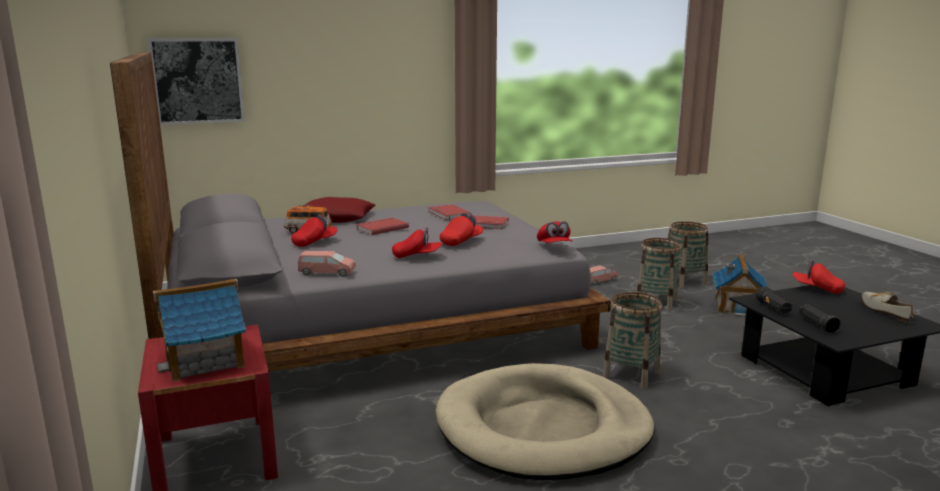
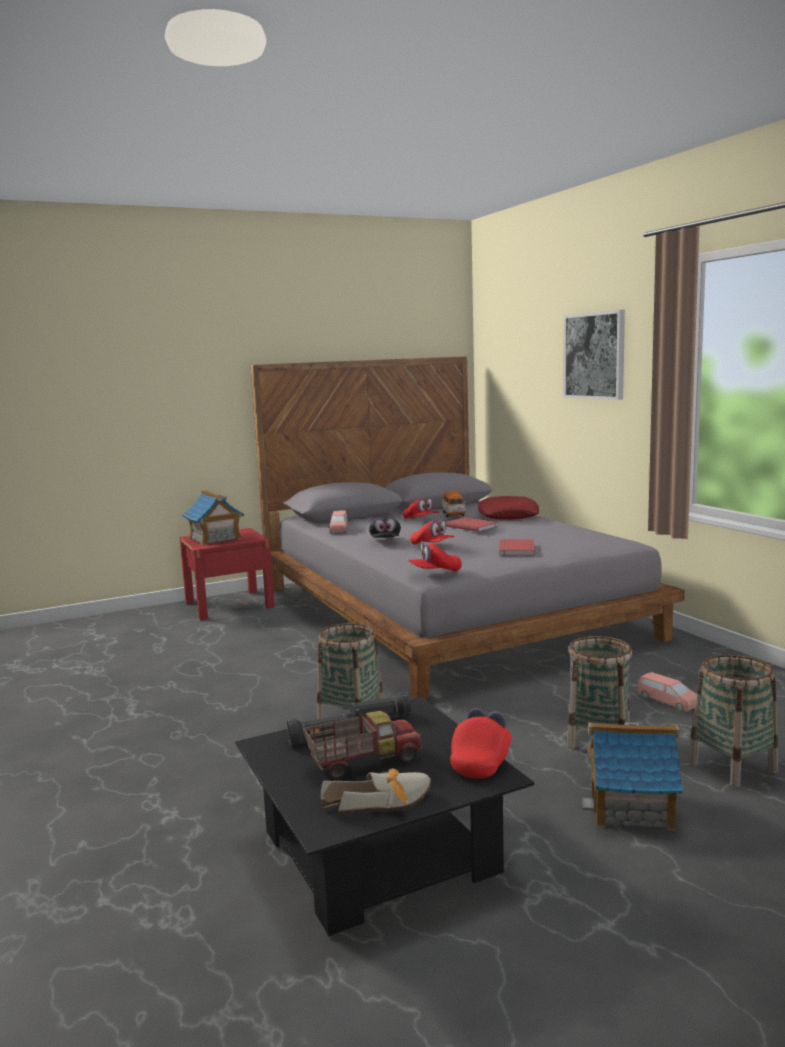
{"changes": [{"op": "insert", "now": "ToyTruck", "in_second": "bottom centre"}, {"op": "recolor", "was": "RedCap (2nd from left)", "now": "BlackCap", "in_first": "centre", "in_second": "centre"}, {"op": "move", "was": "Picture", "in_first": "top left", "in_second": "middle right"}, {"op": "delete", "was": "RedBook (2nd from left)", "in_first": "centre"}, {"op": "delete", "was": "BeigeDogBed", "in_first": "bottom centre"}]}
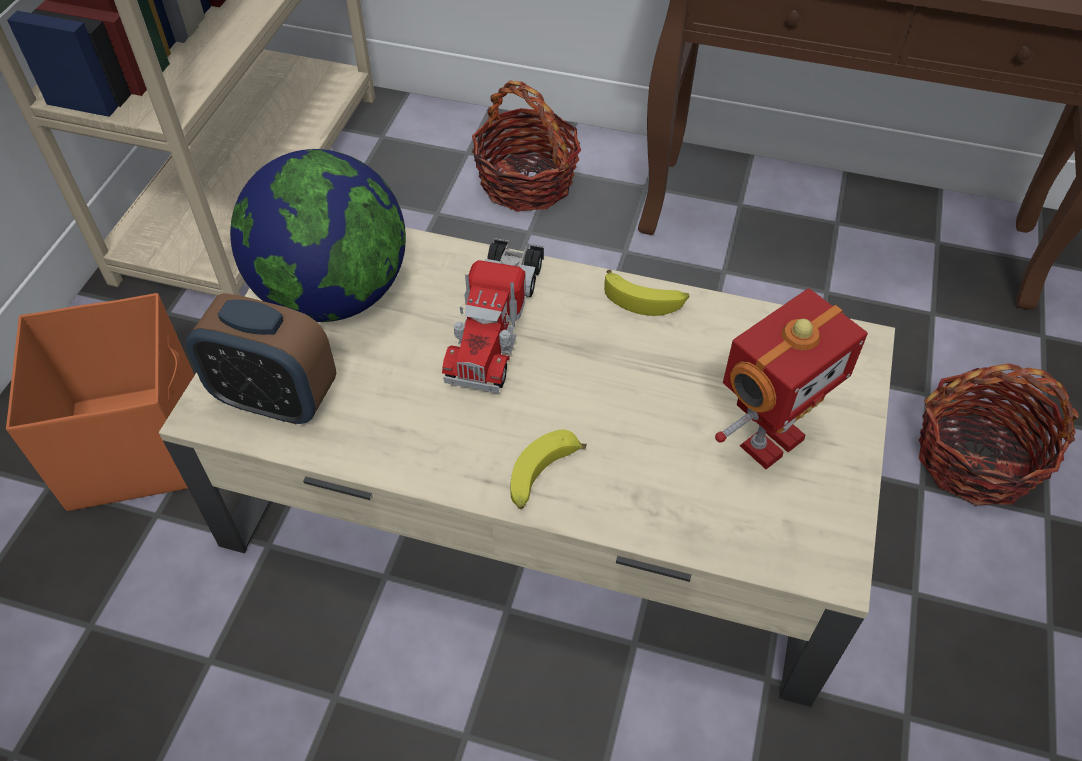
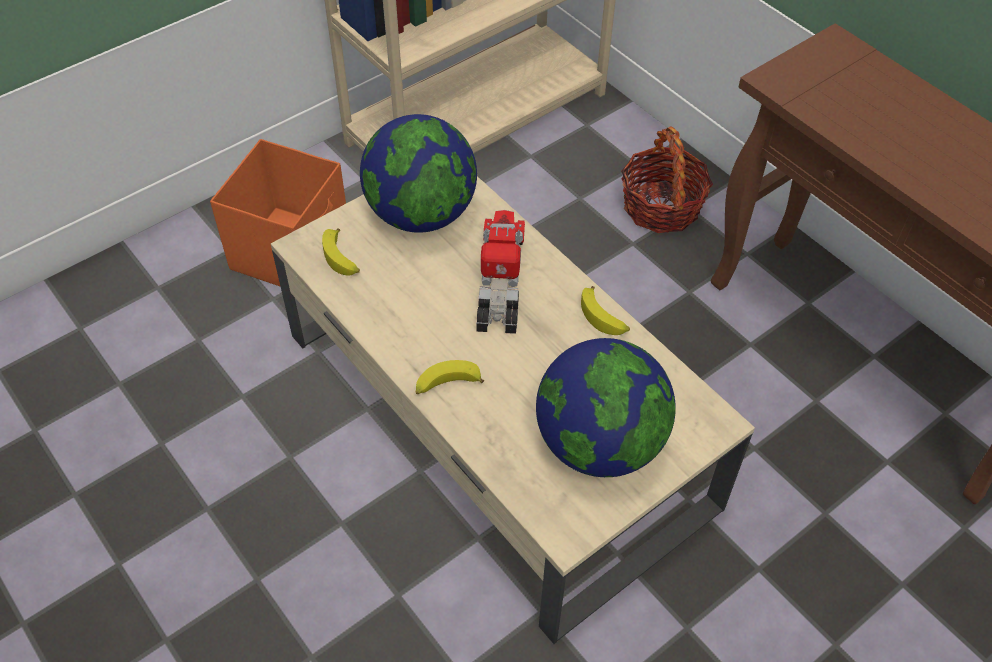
{"changes": [{"op": "replace", "was": "AlarmClock", "now": "Banana (1st from left)", "in_first": "middle left", "in_second": "centre"}, {"op": "rotate", "was": "ToyTruck", "in_first": "centre", "in_second": "centre", "clockwise": 135}, {"op": "replace", "was": "ToyRobot", "now": "Globe (2nd from left)", "in_first": "middle right", "in_second": "centre"}, {"op": "delete", "was": "Basket (2nd from left)", "in_first": "middle right"}]}
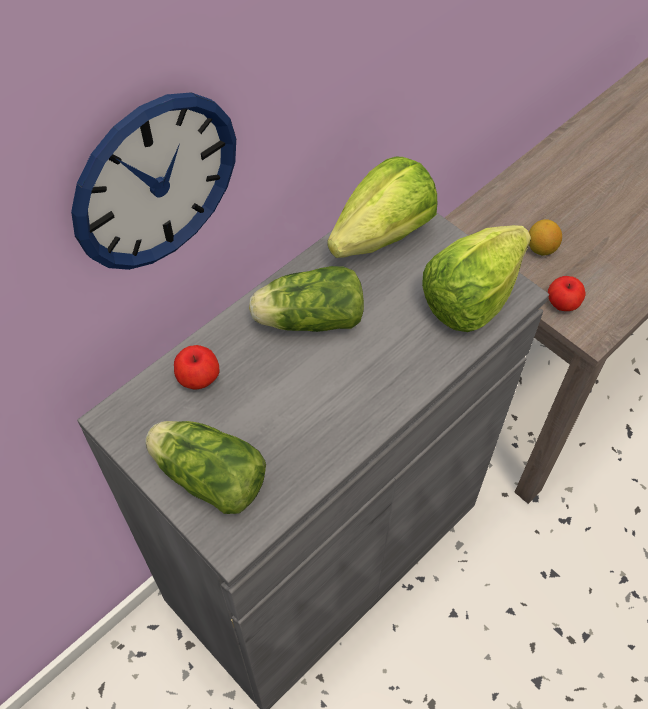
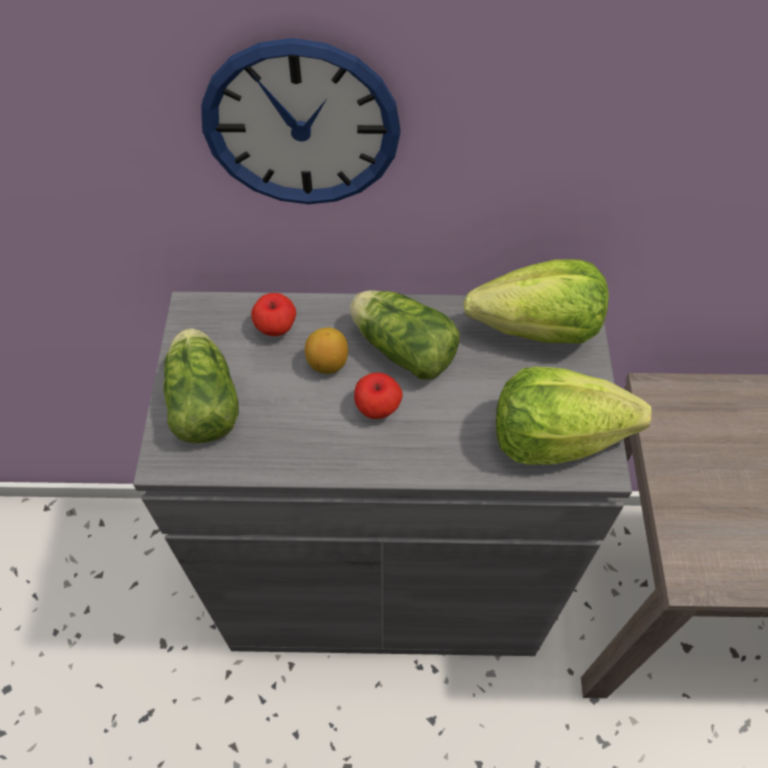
{"changes": [{"op": "move", "was": "Lemon", "in_first": "middle right", "in_second": "centre"}, {"op": "move", "was": "Apple (2nd from left)", "in_first": "middle right", "in_second": "centre"}]}
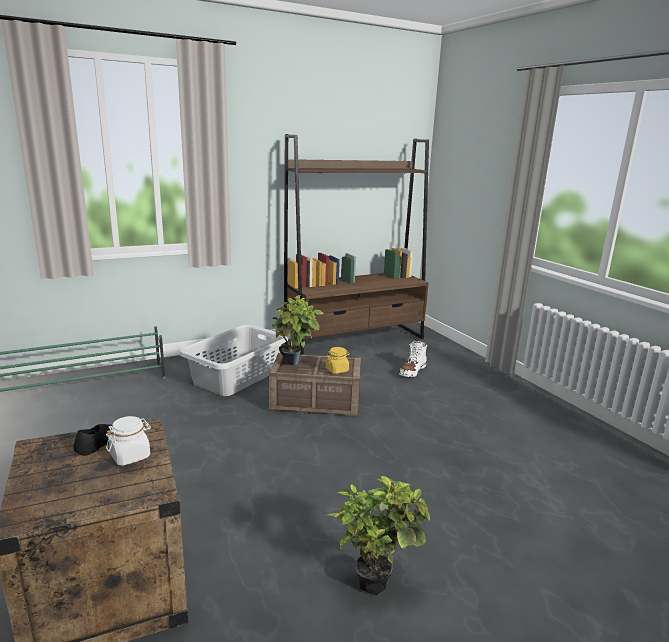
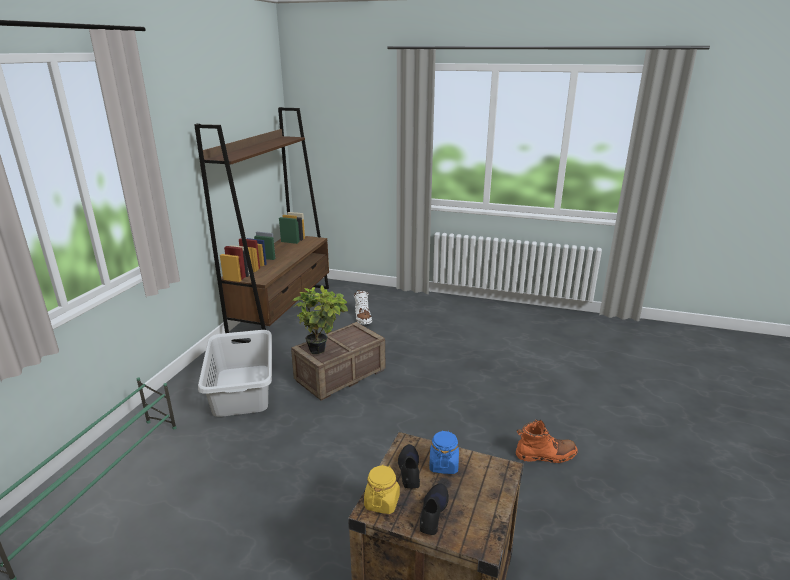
{"changes": [{"op": "move", "was": "YellowJar", "in_first": "centre", "in_second": "bottom centre"}, {"op": "insert", "now": "BlackShoe (2nd from left)", "in_second": "bottom centre"}, {"op": "recolor", "was": "WhiteJar", "now": "BlueJar", "in_first": "bottom left", "in_second": "bottom centre"}, {"op": "replace", "was": "PottedPlant (2nd from left)", "now": "OrangeBoot", "in_first": "bottom centre", "in_second": "bottom right"}]}
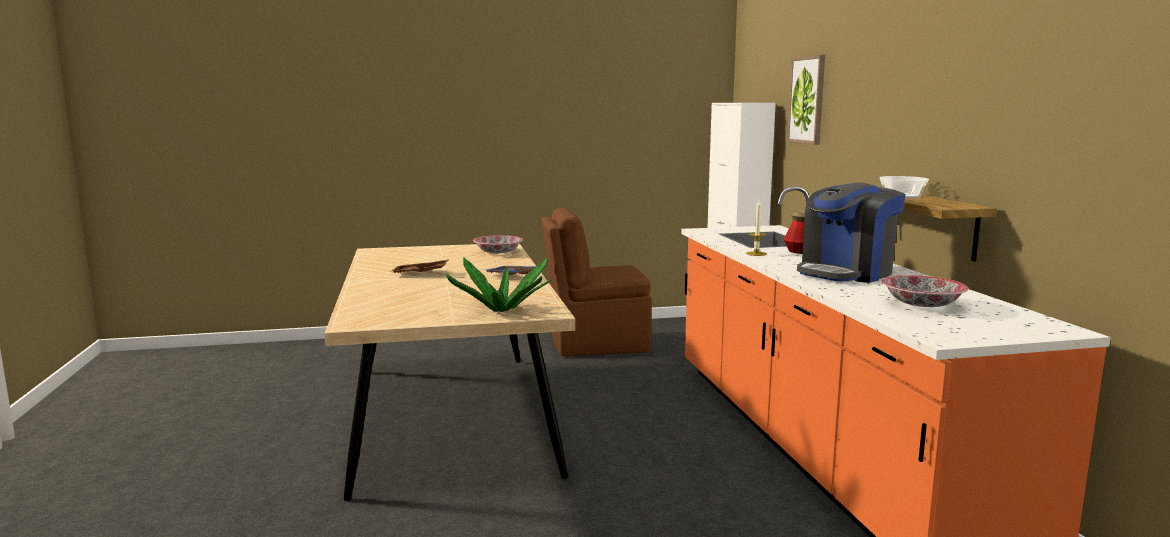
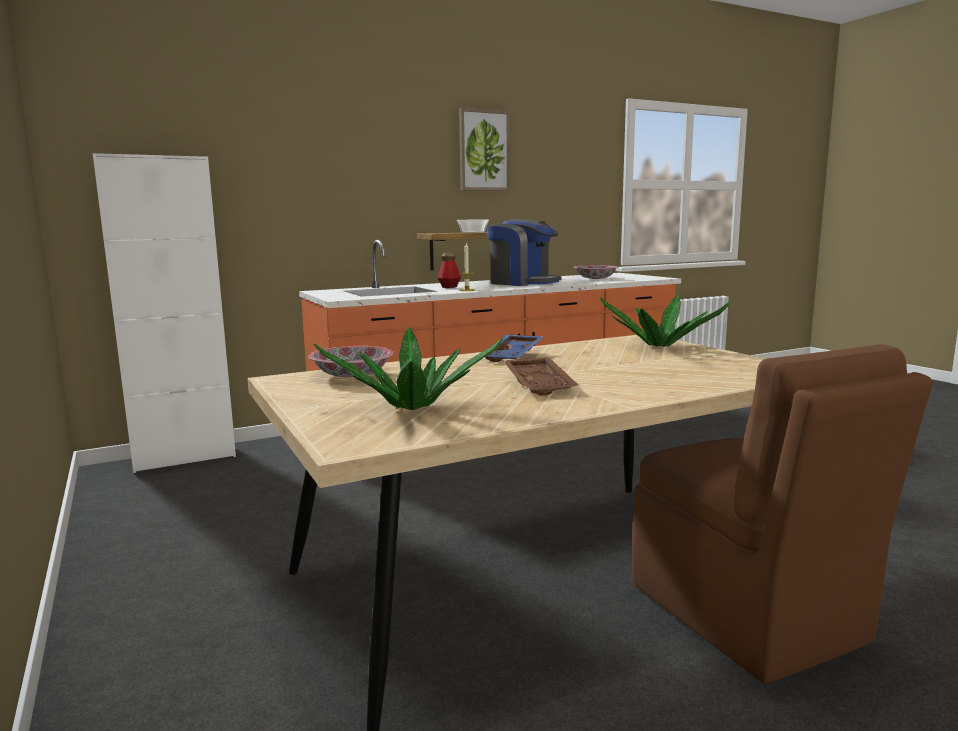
{"changes": [{"op": "insert", "now": "PottedPlant (1st from left)", "in_second": "centre"}, {"op": "move", "was": "Picture", "in_first": "top right", "in_second": "top centre"}, {"op": "move", "was": "BrownChair", "in_first": "centre", "in_second": "bottom right"}]}
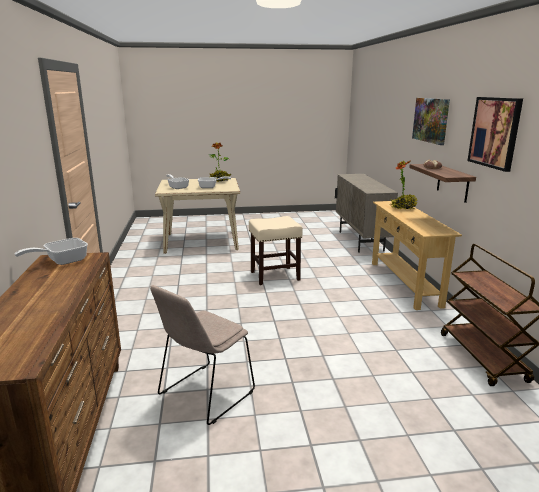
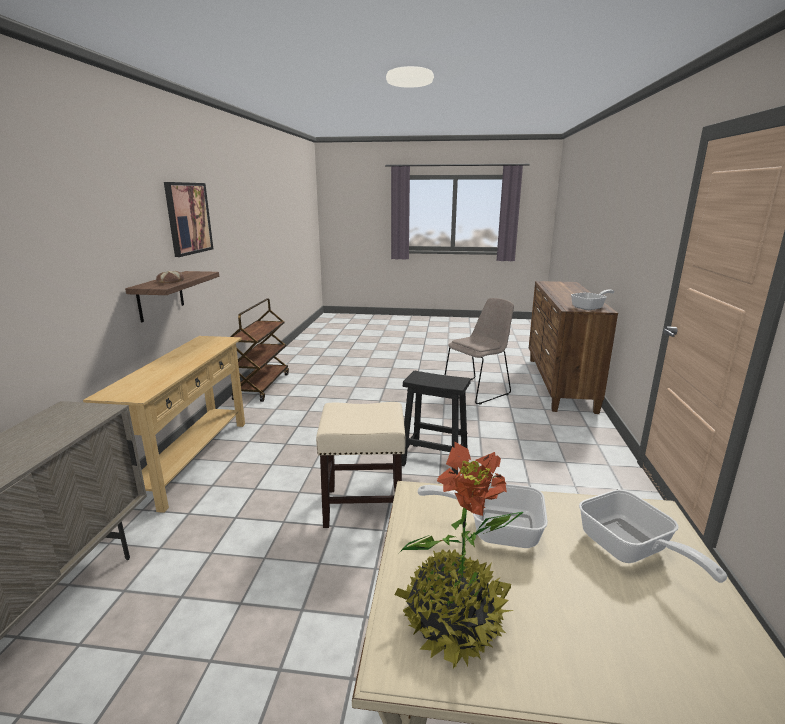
{"changes": [{"op": "insert", "now": "BlackStool", "in_second": "centre"}, {"op": "delete", "was": "PottedPlant (2nd from left)", "in_first": "middle right"}, {"op": "delete", "was": "Picture (1st from left)", "in_first": "top right"}]}
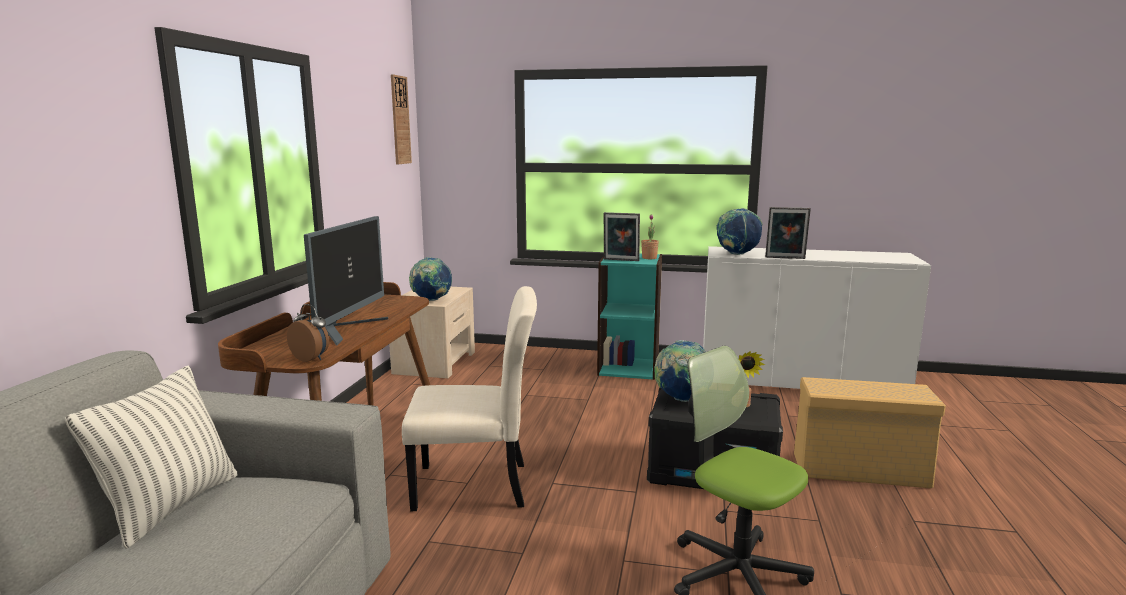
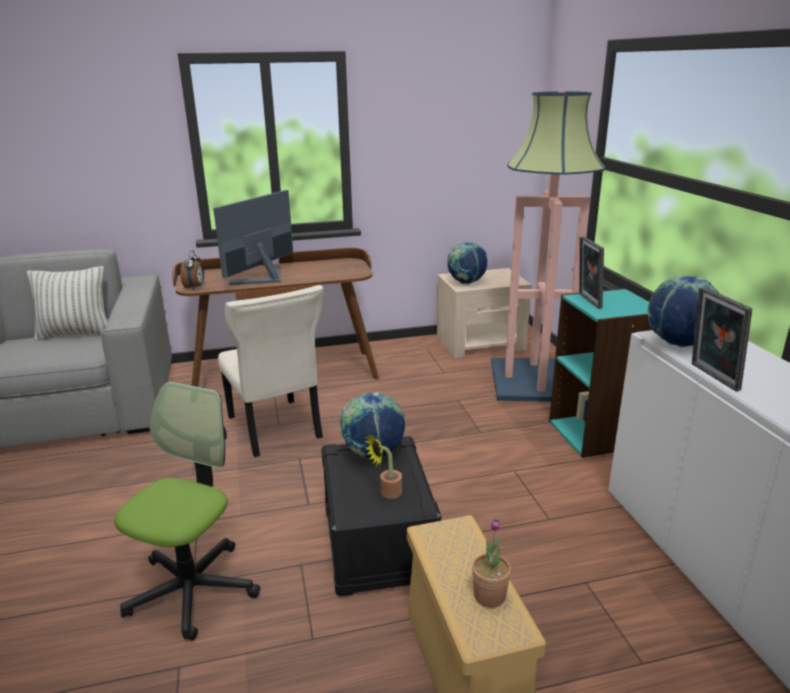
{"changes": [{"op": "rotate", "was": "Monitor", "in_first": "middle left", "in_second": "middle left", "clockwise": 135}, {"op": "move", "was": "PottedPlant (1st from left in the first image)", "now": "PottedPlant (2nd from left)", "in_first": "centre", "in_second": "bottom centre"}, {"op": "insert", "now": "FloorLamp", "in_second": "middle right"}, {"op": "delete", "was": "WallClock", "in_first": "top centre"}]}
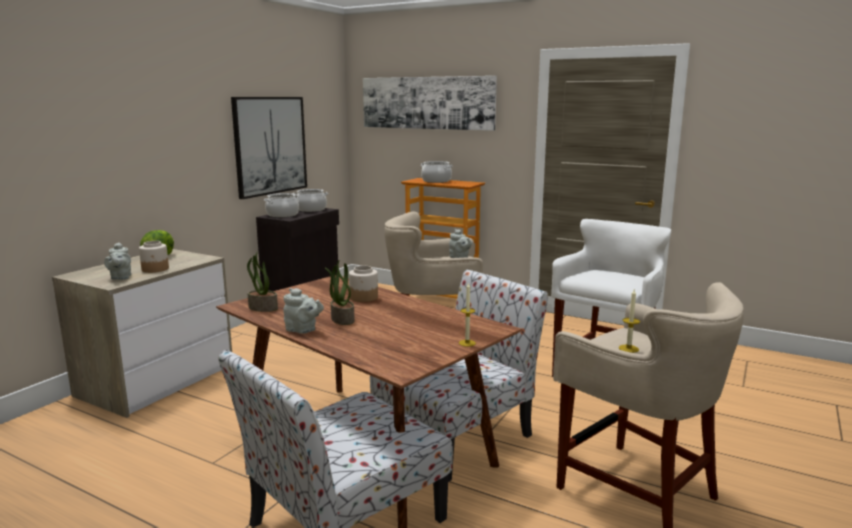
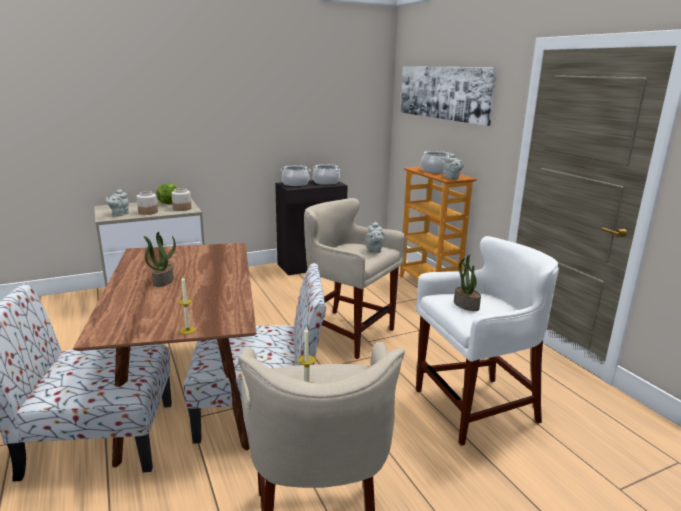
{"changes": [{"op": "move", "was": "Jar (2nd from left)", "in_first": "centre", "in_second": "middle left"}, {"op": "move", "was": "GreyTeapot (2nd from left in the first image)", "now": "GreyTeapot (3rd from left)", "in_first": "centre", "in_second": "top centre"}, {"op": "move", "was": "PottedPlant (1st from left in the first image)", "now": "PottedPlant (2nd from left)", "in_first": "middle left", "in_second": "middle right"}, {"op": "delete", "was": "Picture (1st from left)", "in_first": "top left"}]}
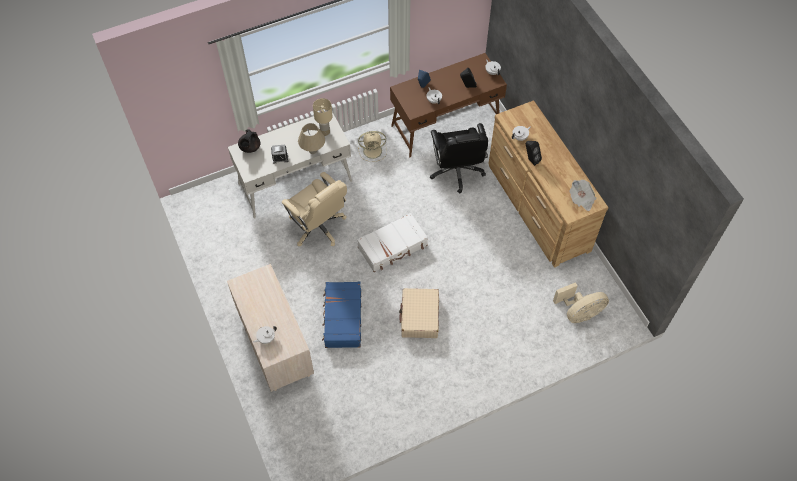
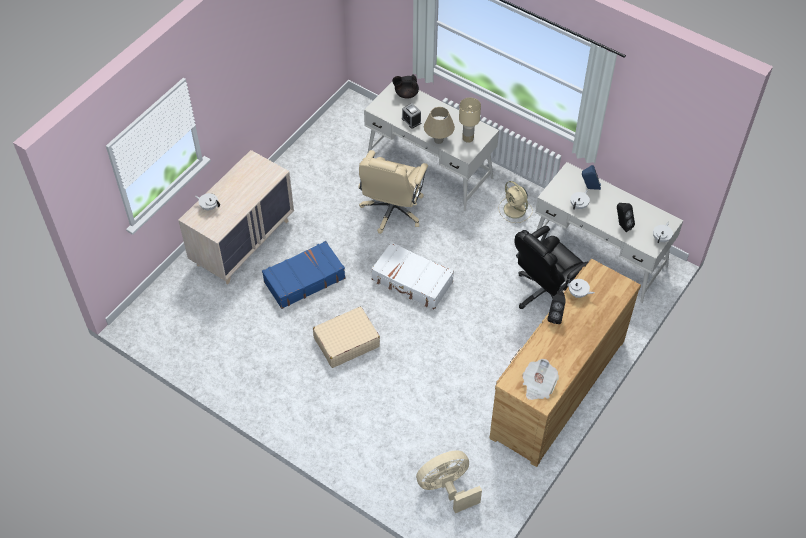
{"changes": [{"op": "rotate", "was": "BeigeFan (2nd from left in the first image)", "in_first": "middle right", "in_second": "bottom centre", "clockwise": 120}, {"op": "recolor", "was": "BrownDesk", "now": "WhiteDesk (2nd from left)", "in_first": "top centre", "in_second": "middle right"}]}
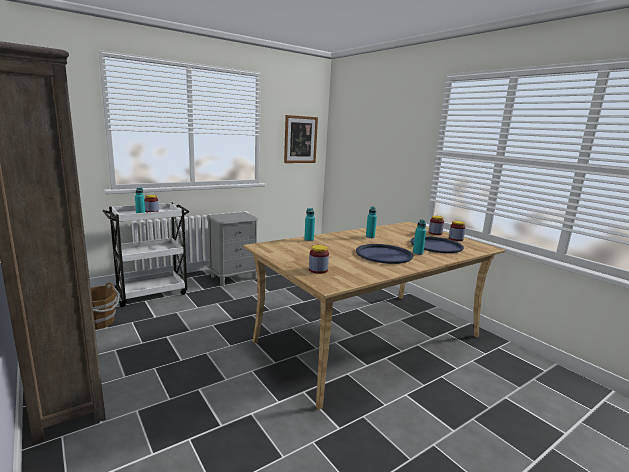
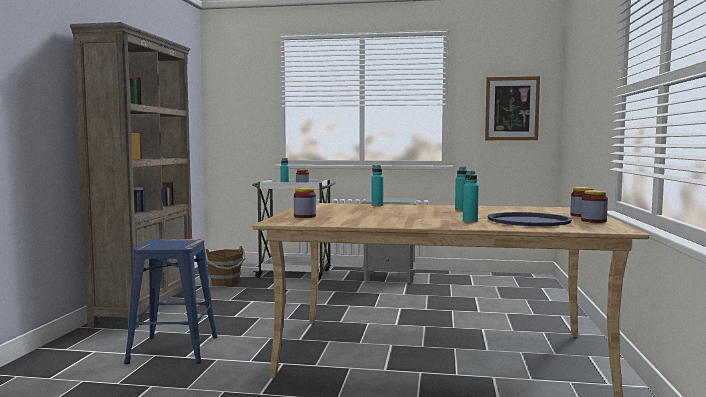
{"changes": [{"op": "insert", "now": "BlueStool", "in_second": "bottom left"}, {"op": "delete", "was": "BlueTray (1st from left)", "in_first": "centre"}]}
